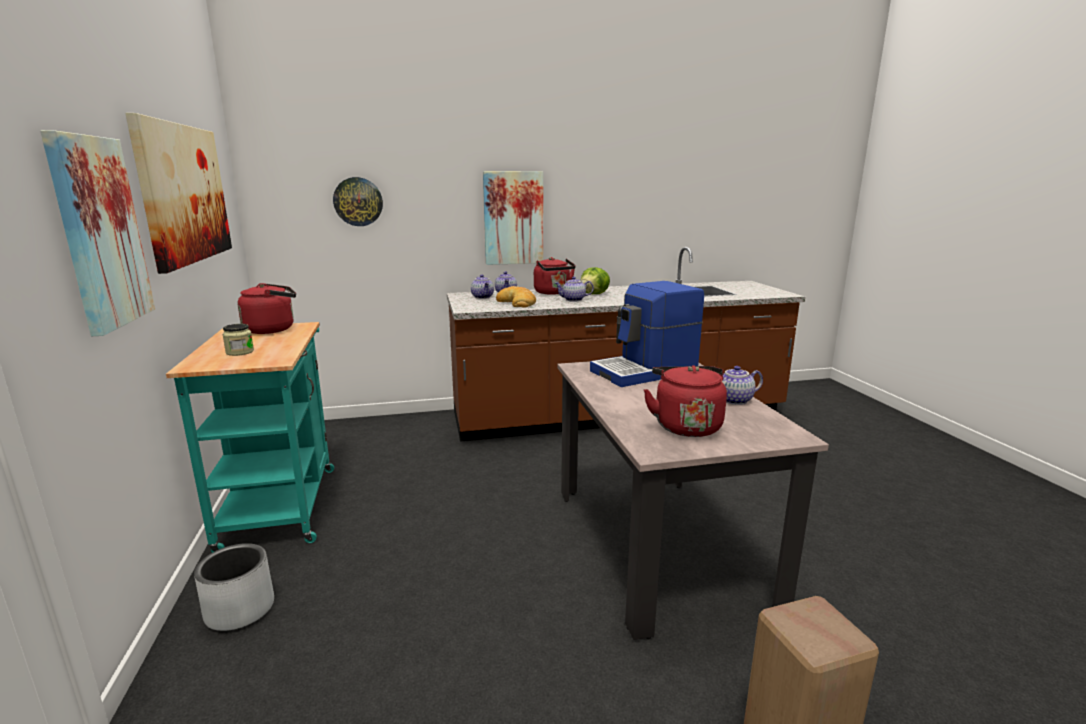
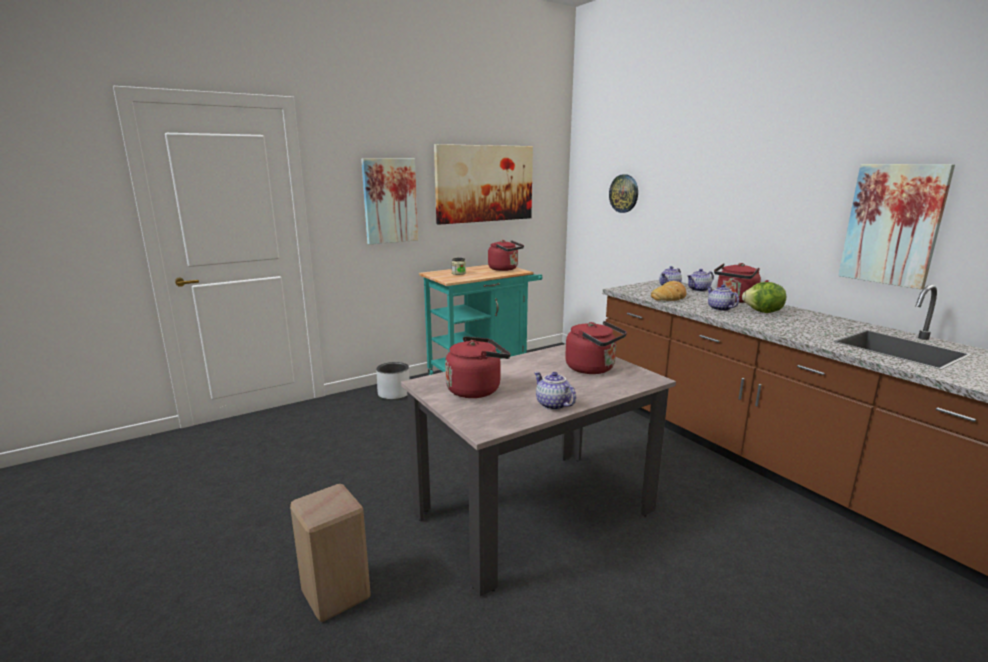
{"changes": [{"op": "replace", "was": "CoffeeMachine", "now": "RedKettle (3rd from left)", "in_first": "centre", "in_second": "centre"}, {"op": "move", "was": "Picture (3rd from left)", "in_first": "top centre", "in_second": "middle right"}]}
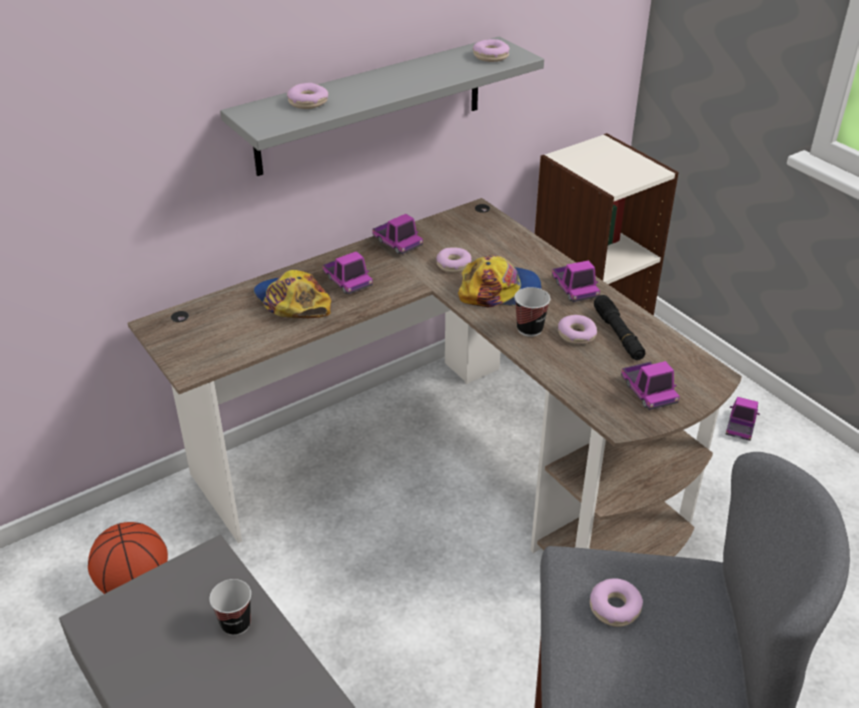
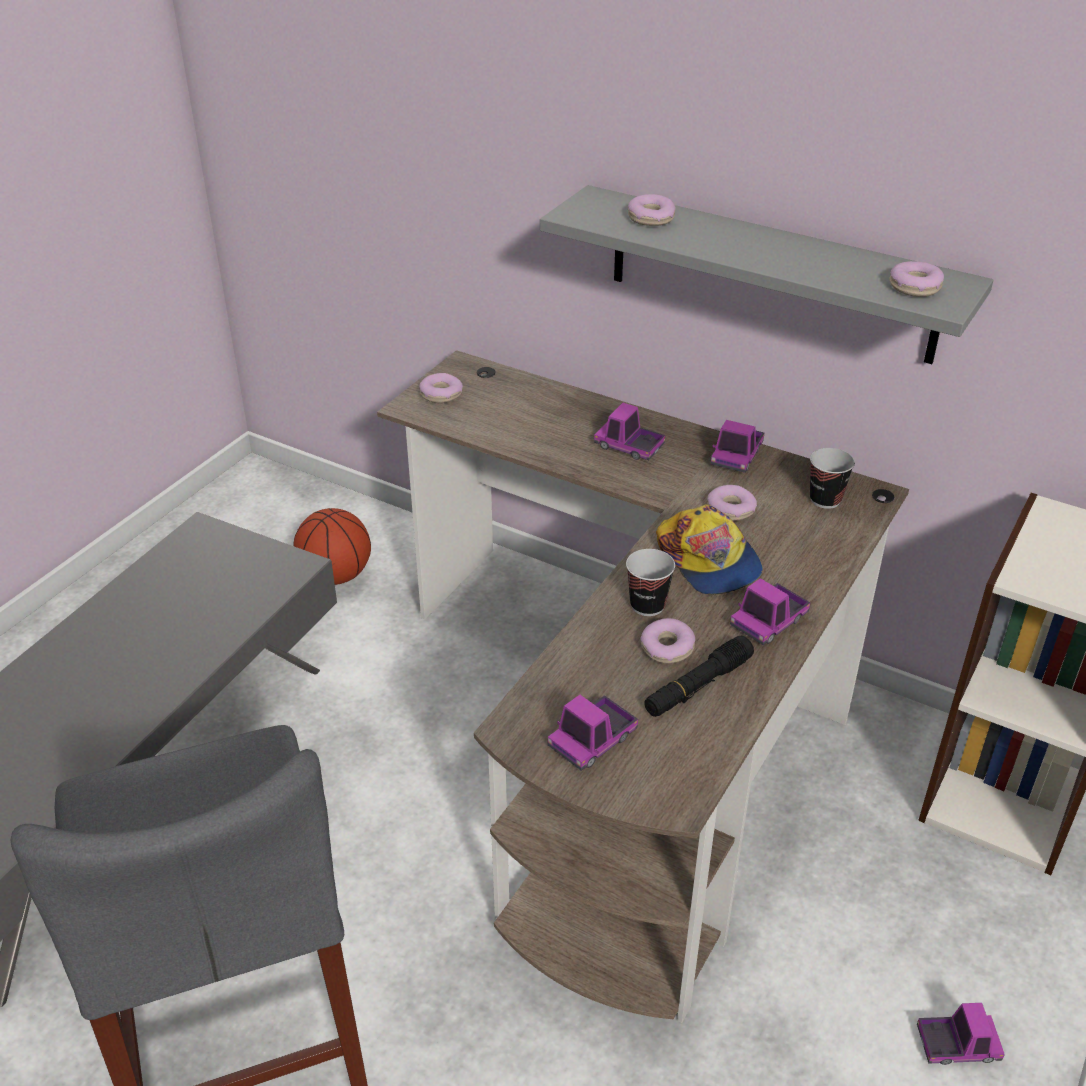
{"changes": [{"op": "move", "was": "Donut (5th from left in the first image)", "now": "Donut (1st from left)", "in_first": "bottom right", "in_second": "centre"}, {"op": "rotate", "was": "ToyTruck (1st from left in the first image)", "in_first": "centre", "in_second": "centre", "clockwise": 90}, {"op": "move", "was": "Cup (1st from left in the first image)", "now": "Cup (2nd from left)", "in_first": "bottom left", "in_second": "middle right"}, {"op": "delete", "was": "Cap (1st from left)", "in_first": "centre"}]}
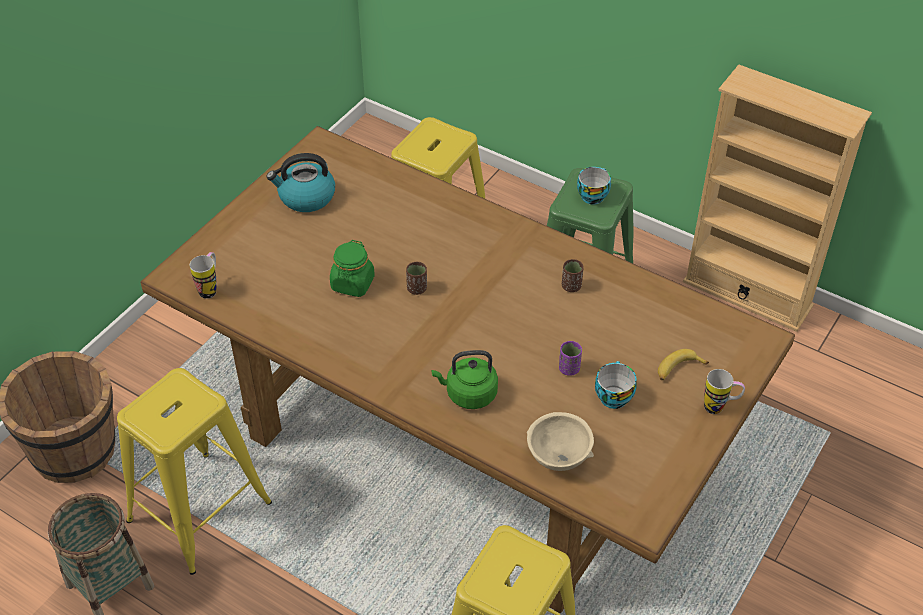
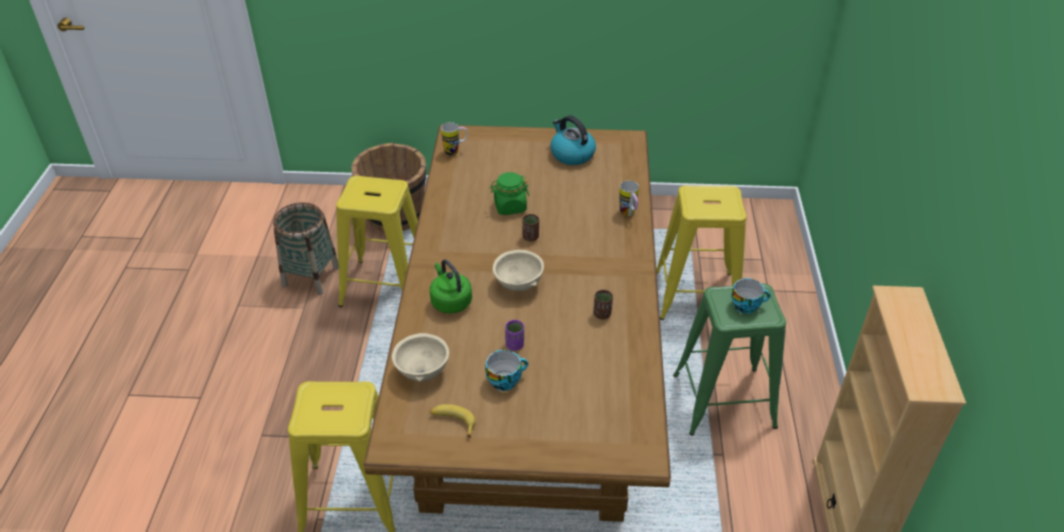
{"changes": [{"op": "move", "was": "Banana", "in_first": "middle right", "in_second": "bottom centre"}, {"op": "insert", "now": "BeigeBowl (2nd from left)", "in_second": "centre"}, {"op": "move", "was": "Mug (2nd from left)", "in_first": "middle right", "in_second": "centre"}]}
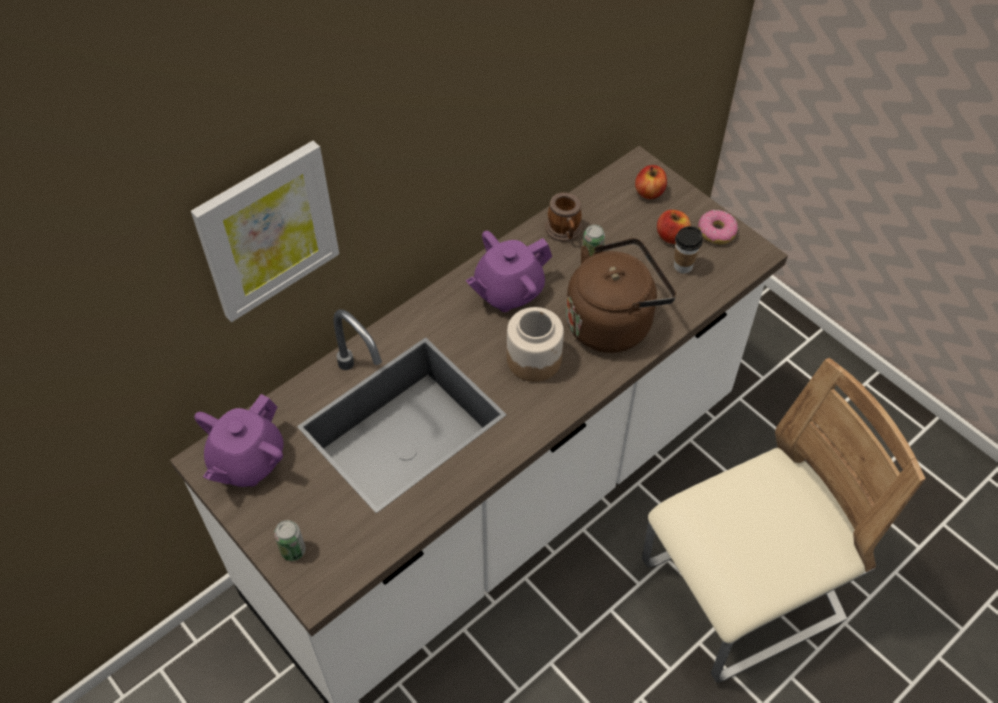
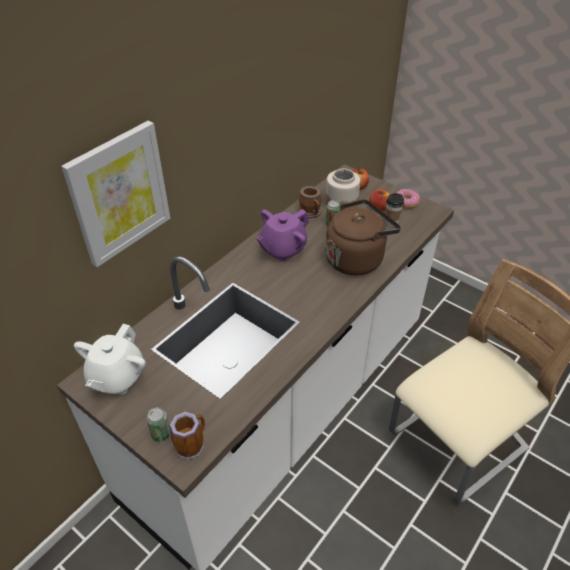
{"changes": [{"op": "recolor", "was": "PurpleTeapot (1st from left)", "now": "WhiteTeapot", "in_first": "middle left", "in_second": "middle left"}, {"op": "insert", "now": "Mug (1st from left)", "in_second": "bottom left"}, {"op": "move", "was": "Jar", "in_first": "centre", "in_second": "top centre"}]}
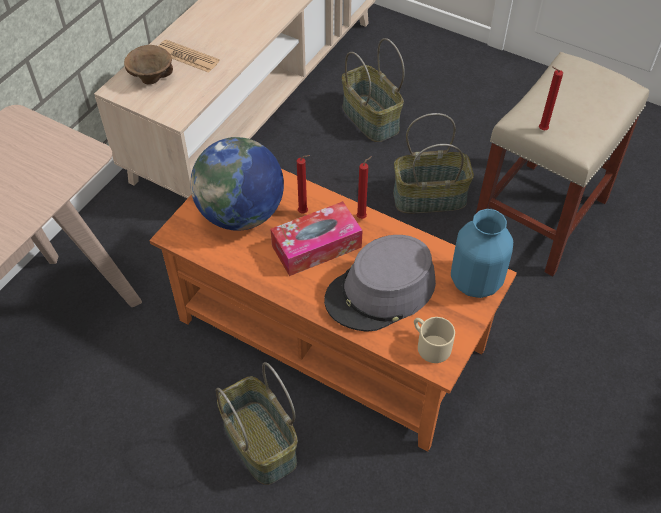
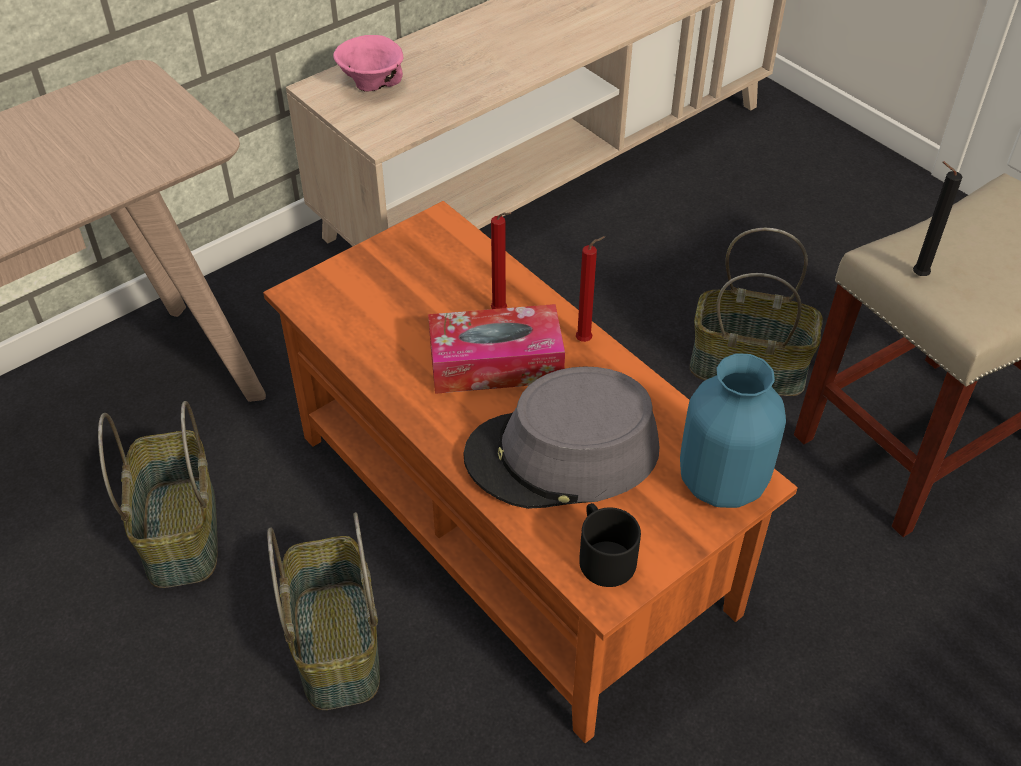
{"changes": [{"op": "move", "was": "Basket (2nd from left in the first image)", "now": "Basket (1st from left)", "in_first": "top centre", "in_second": "middle left"}, {"op": "recolor", "was": "BrownBowl", "now": "PinkBowl", "in_first": "top left", "in_second": "top centre"}, {"op": "recolor", "was": "BeigeMug", "now": "BlackMug", "in_first": "centre", "in_second": "bottom centre"}, {"op": "recolor", "was": "RedCandle (3rd from left)", "now": "BlackCandle", "in_first": "top right", "in_second": "top right"}, {"op": "delete", "was": "Newspaper", "in_first": "top left"}, {"op": "delete", "was": "Globe", "in_first": "centre"}]}
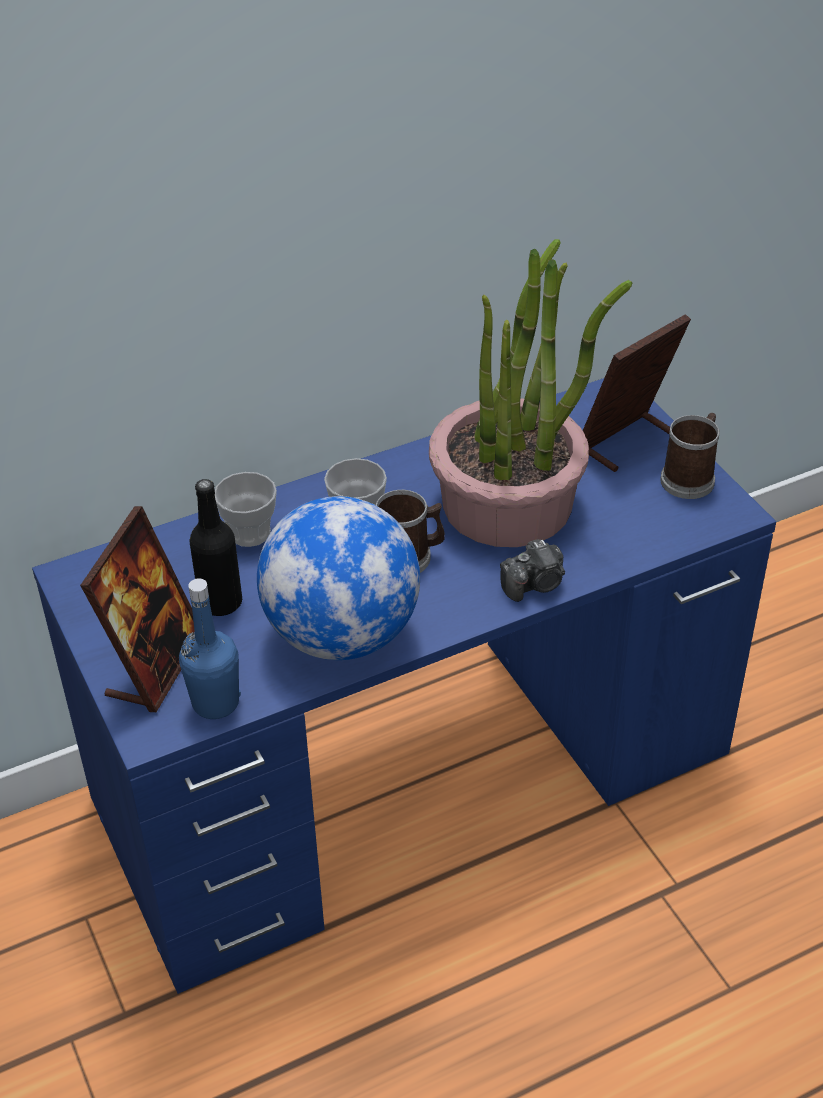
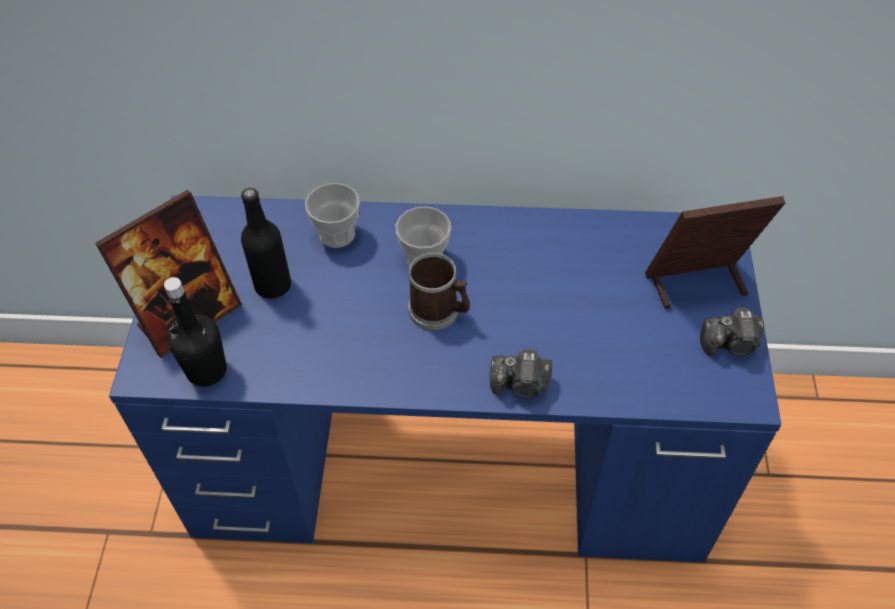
{"changes": [{"op": "recolor", "was": "BlueBottle", "now": "BlackBottle (1st from left)", "in_first": "middle left", "in_second": "middle left"}, {"op": "replace", "was": "Mug (2nd from left)", "now": "PhotoCamera (2nd from left)", "in_first": "middle right", "in_second": "middle right"}, {"op": "delete", "was": "Globe", "in_first": "centre"}, {"op": "delete", "was": "PottedPlant", "in_first": "centre"}]}
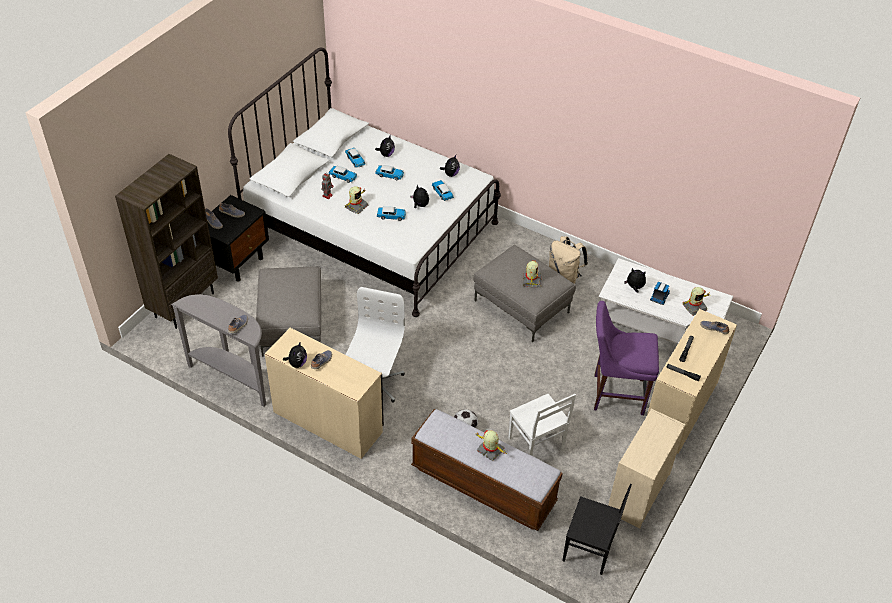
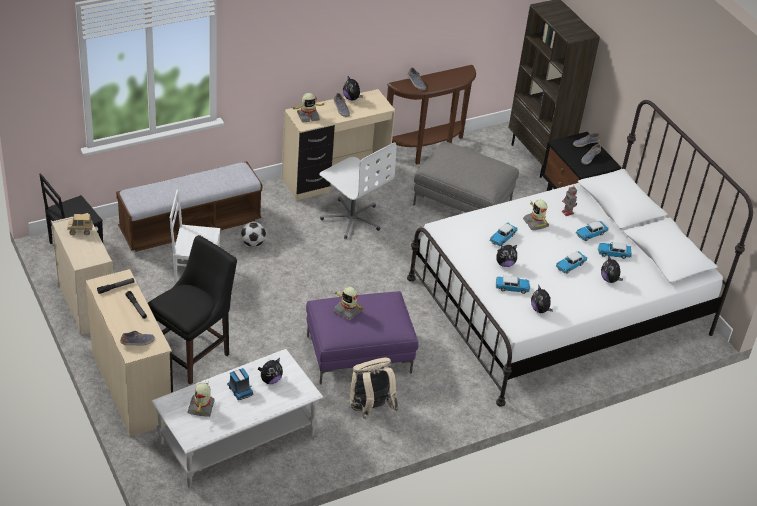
{"changes": [{"op": "insert", "now": "ToyTruck (1st from left)", "in_second": "middle left"}, {"op": "recolor", "was": "PurpleChair", "now": "BlackChair (2nd from left)", "in_first": "middle right", "in_second": "middle left"}, {"op": "move", "was": "ToyRobot (3rd from left in the first image)", "now": "ToyRobot (2nd from left)", "in_first": "bottom centre", "in_second": "top centre"}, {"op": "recolor", "was": "GreyOttoman (2nd from left)", "now": "PurpleOttoman", "in_first": "centre", "in_second": "centre"}, {"op": "recolor", "was": "GreyConsoleTable", "now": "BrownConsoleTable", "in_first": "middle left", "in_second": "top centre"}]}
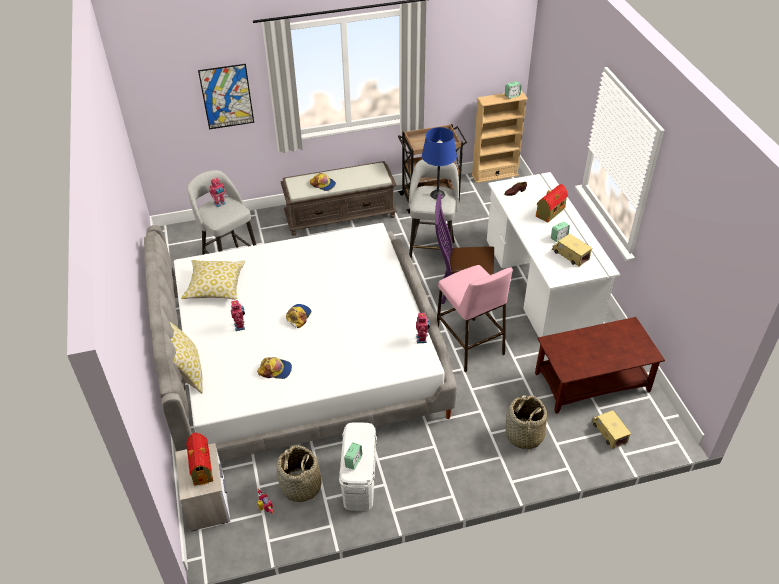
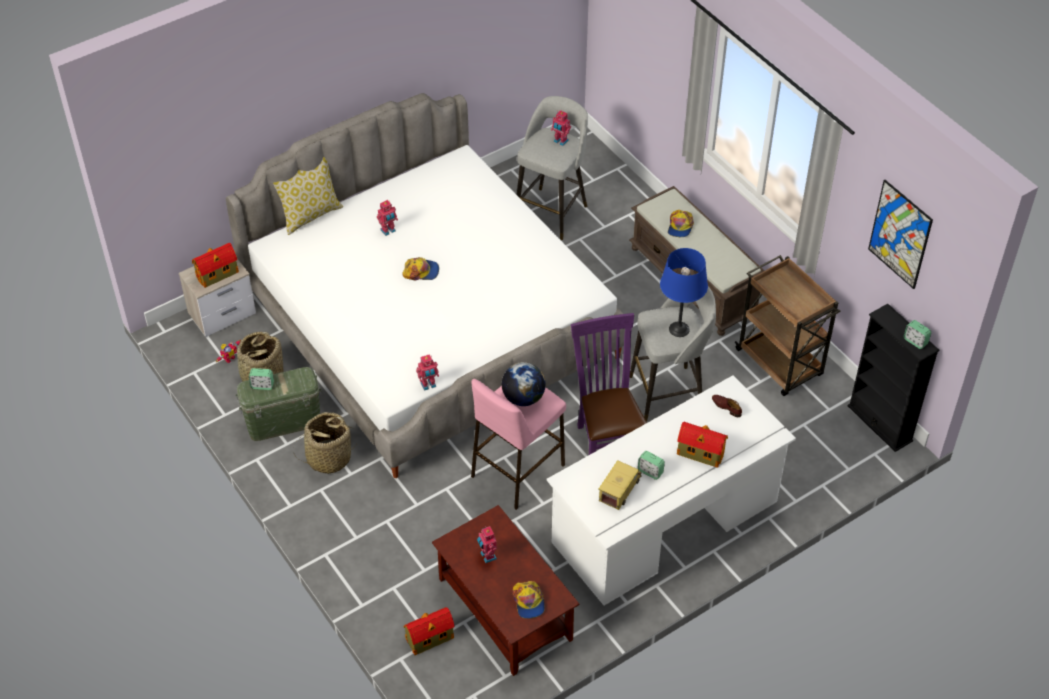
{"changes": [{"op": "recolor", "was": "WhiteStorageBox", "now": "GreenStorageBox", "in_first": "bottom centre", "in_second": "middle left"}, {"op": "move", "was": "Basket (2nd from left)", "in_first": "bottom right", "in_second": "middle left"}, {"op": "replace", "was": "ToyTruck (2nd from left)", "now": "ToyHouse (2nd from left)", "in_first": "bottom right", "in_second": "bottom centre"}, {"op": "insert", "now": "ToyRobot (4th from left)", "in_second": "bottom centre"}, {"op": "insert", "now": "Globe", "in_second": "centre"}, {"op": "move", "was": "Cap (1st from left in the first image)", "now": "Cap (2nd from left)", "in_first": "centre", "in_second": "bottom centre"}, {"op": "recolor", "was": "BeigeBookcase", "now": "BlackBookcase", "in_first": "top centre", "in_second": "middle right"}, {"op": "move", "was": "Picture", "in_first": "top left", "in_second": "middle right"}, {"op": "delete", "was": "Pillow (2nd from left)", "in_first": "middle left"}]}
